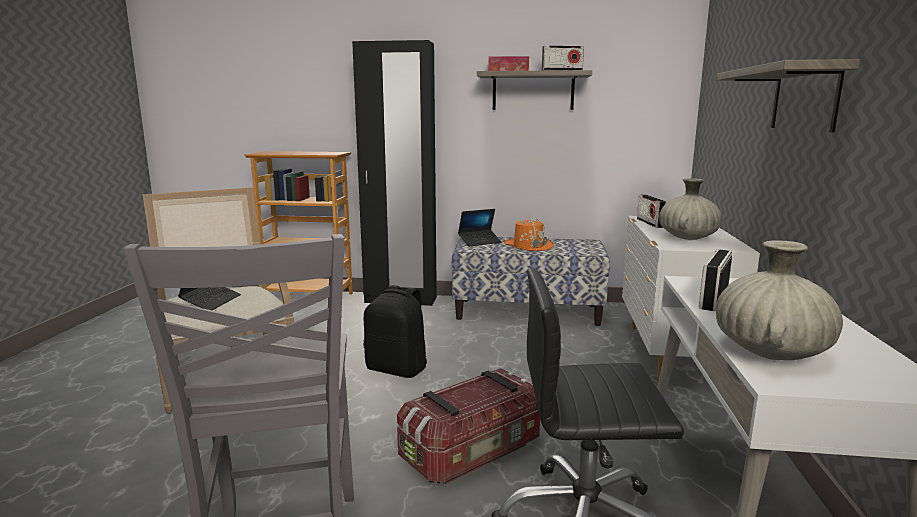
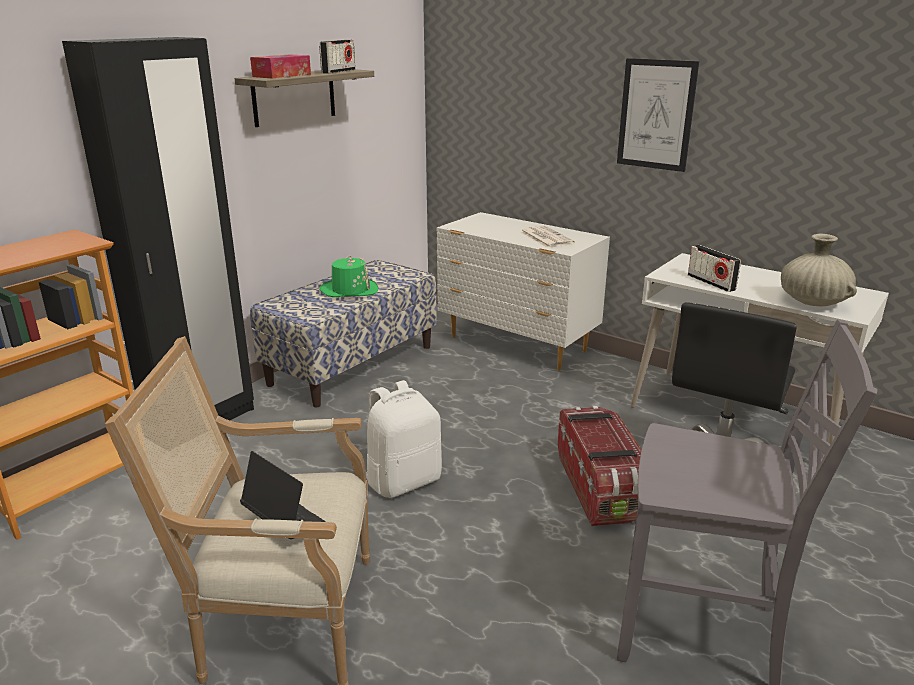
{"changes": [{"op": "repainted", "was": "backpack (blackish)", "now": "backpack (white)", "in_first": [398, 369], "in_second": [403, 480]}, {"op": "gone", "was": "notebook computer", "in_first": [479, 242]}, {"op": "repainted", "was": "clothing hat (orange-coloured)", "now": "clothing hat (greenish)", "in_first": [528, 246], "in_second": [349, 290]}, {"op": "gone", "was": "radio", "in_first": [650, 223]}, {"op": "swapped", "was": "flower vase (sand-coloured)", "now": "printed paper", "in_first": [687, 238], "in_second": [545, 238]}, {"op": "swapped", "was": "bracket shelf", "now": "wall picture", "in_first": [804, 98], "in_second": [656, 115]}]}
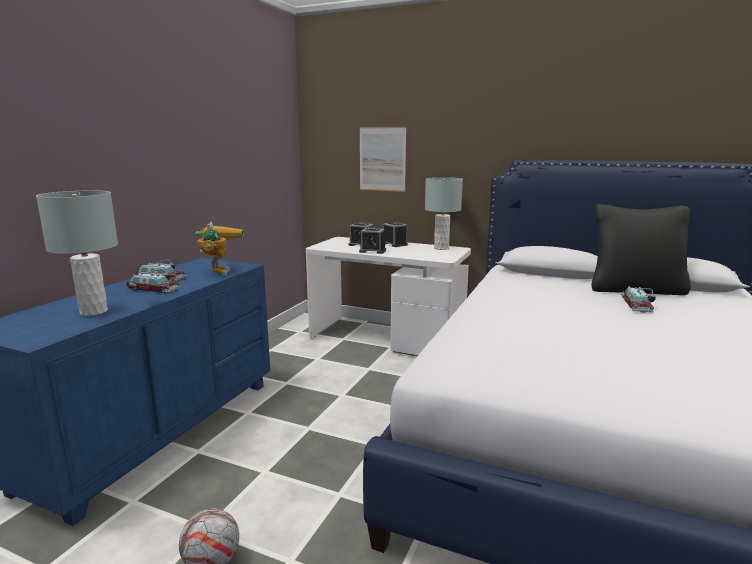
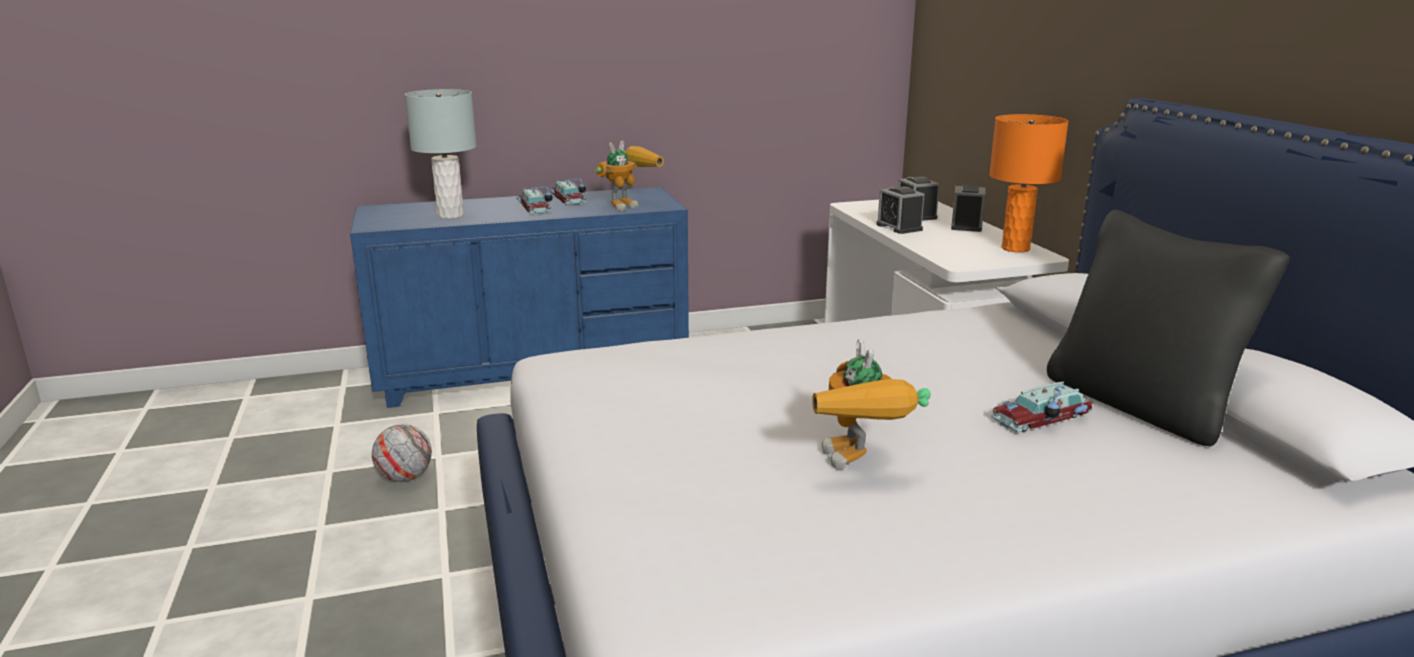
{"changes": [{"op": "gone", "was": "wall picture", "in_first": [382, 159]}, {"op": "repainted", "was": "lamp for a table (grey)", "now": "lamp for a table (orange-coloured)", "in_first": [441, 248], "in_second": [1015, 248]}, {"op": "new", "now": "model robot", "in_second": [860, 466]}]}
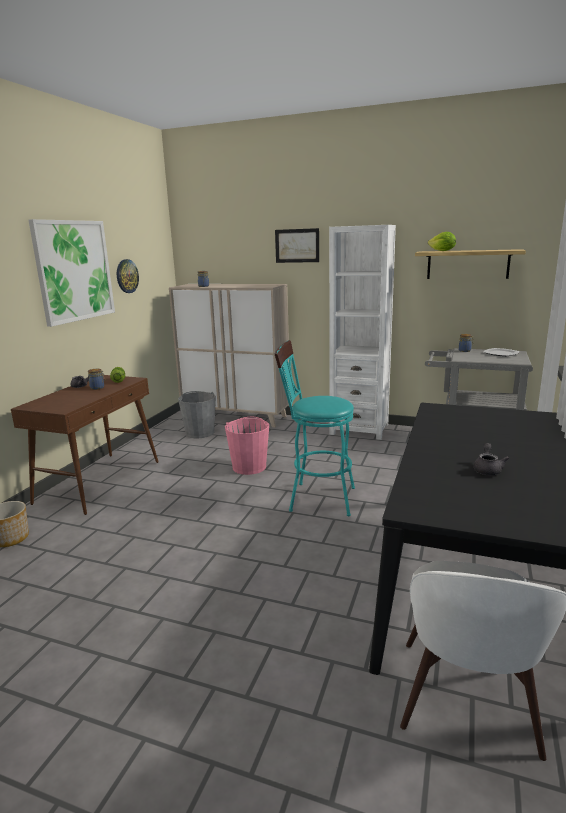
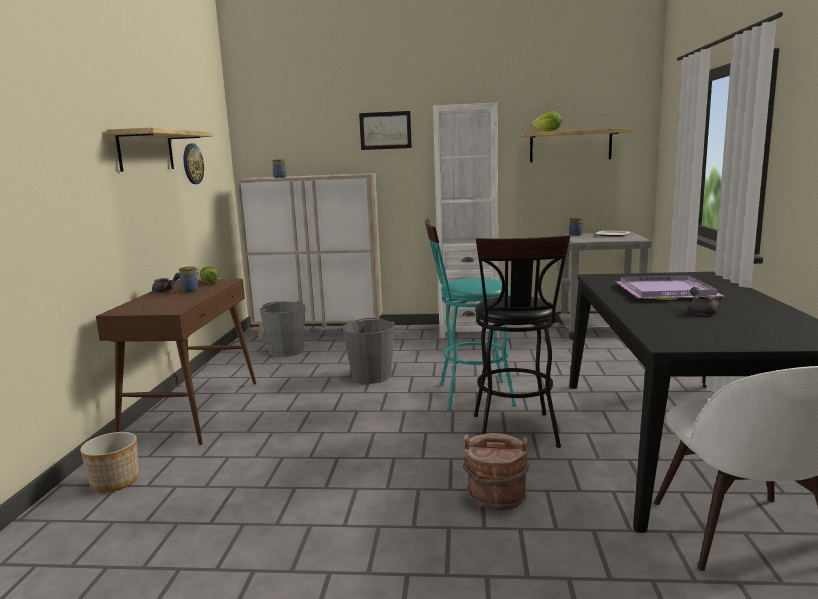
{"changes": [{"op": "swapped", "was": "wall picture", "now": "bracket shelf", "in_first": [74, 271], "in_second": [146, 151]}, {"op": "repainted", "was": "pail (pink-coloured)", "now": "pail (grey)", "in_first": [249, 467], "in_second": [371, 376]}, {"op": "new", "now": "pail (brown)", "in_second": [496, 497]}, {"op": "new", "now": "sitting stool (blackish)", "in_second": [516, 434]}, {"op": "new", "now": "carrying tray (purplish)", "in_second": [667, 292]}]}
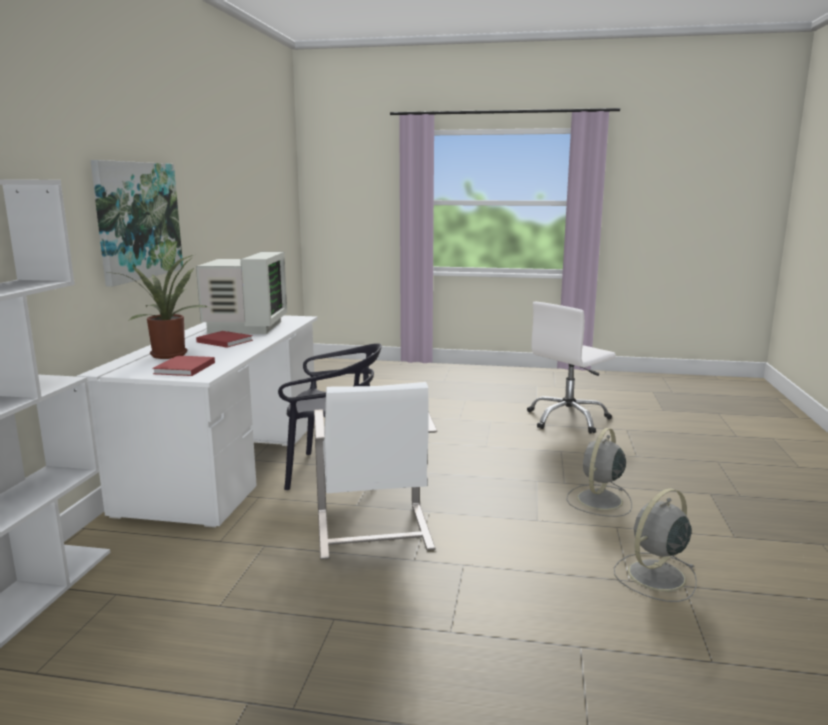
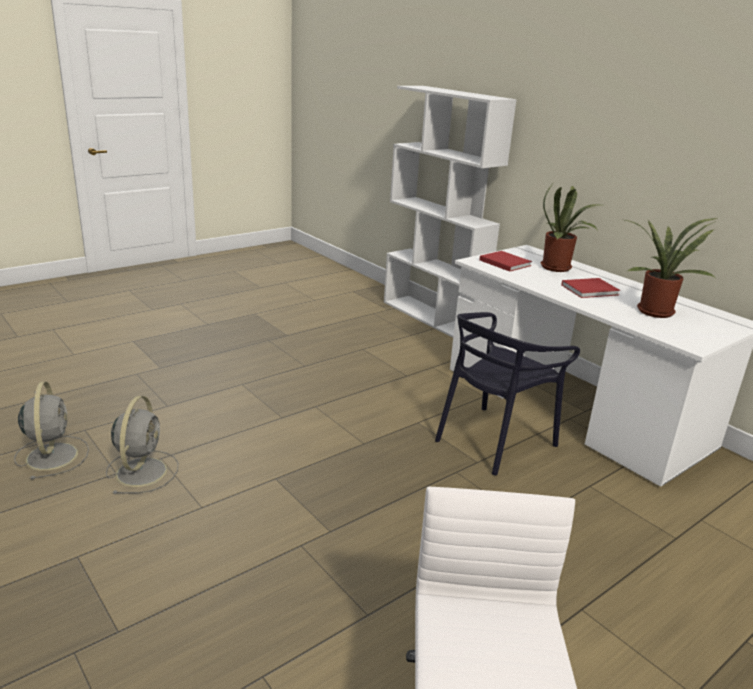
{"changes": [{"op": "gone", "was": "wall picture", "in_first": [138, 220]}, {"op": "swapped", "was": "computer display", "now": "houseplant", "in_first": [245, 327], "in_second": [655, 310]}, {"op": "gone", "was": "plain chair (white)", "in_first": [373, 532]}, {"op": "shifted", "was": "cooling fan (grey)", "in_first": [599, 501], "in_second": [52, 455]}]}
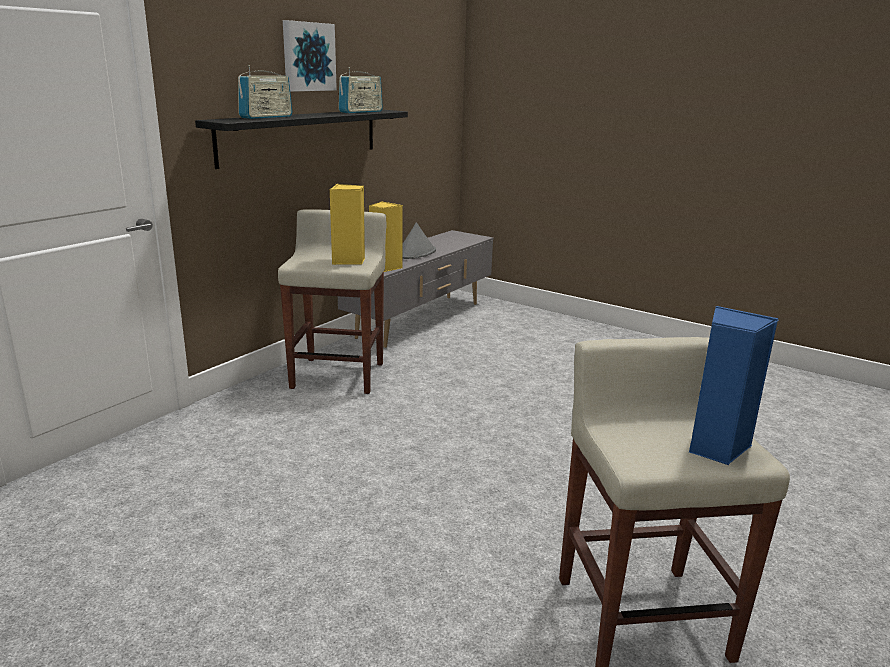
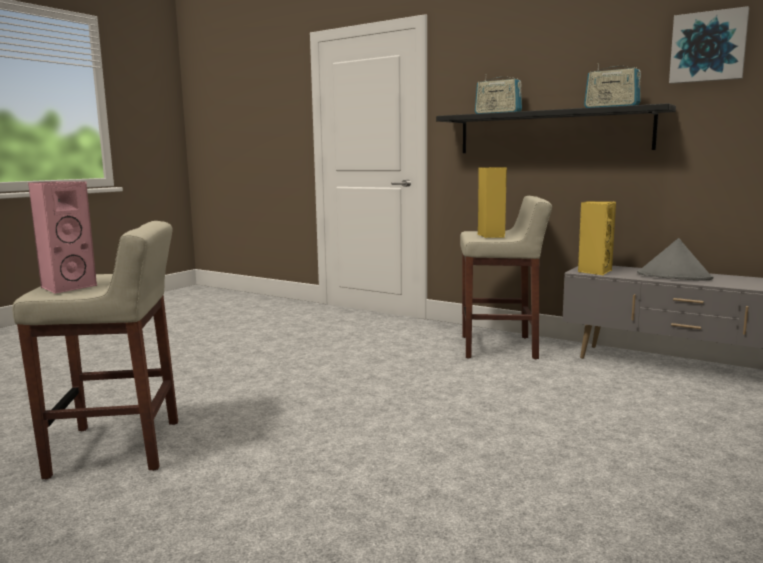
{"changes": [{"op": "shifted", "was": "wall picture", "in_first": [308, 57], "in_second": [708, 47]}, {"op": "repainted", "was": "speaker (blue)", "now": "speaker (pink-coloured)", "in_first": [715, 447], "in_second": [66, 287]}]}
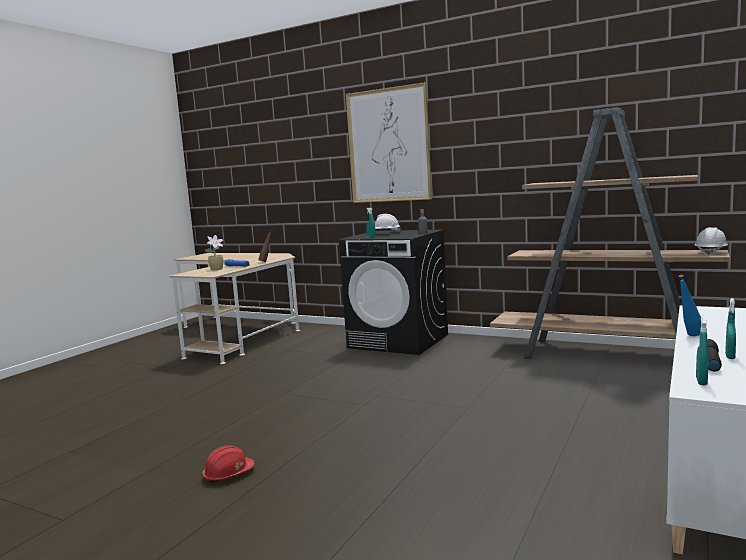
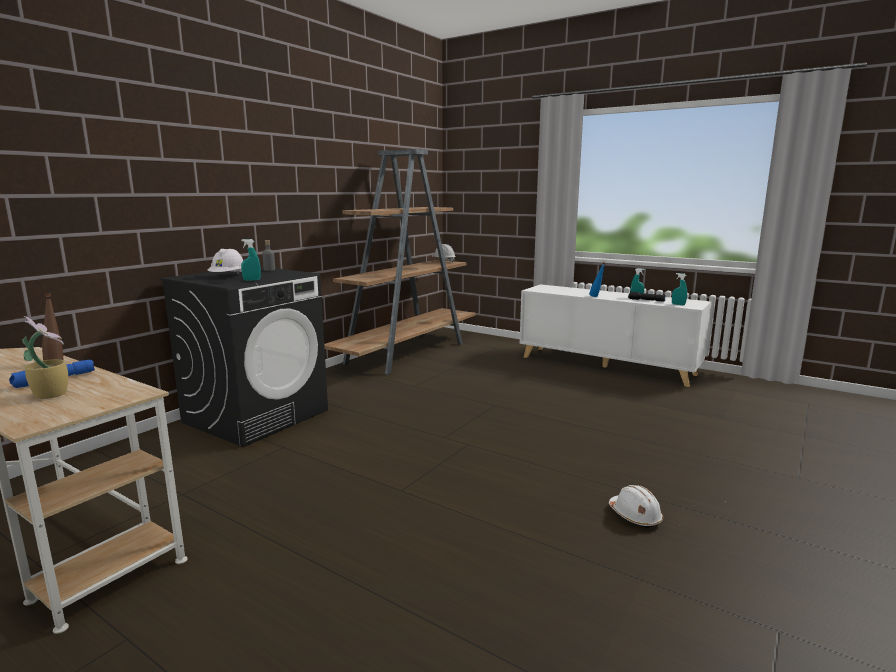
{"changes": [{"op": "repainted", "was": "work helmet (red-coloured)", "now": "work helmet (white)", "in_first": [228, 474], "in_second": [635, 516]}, {"op": "gone", "was": "wall picture", "in_first": [388, 145]}]}
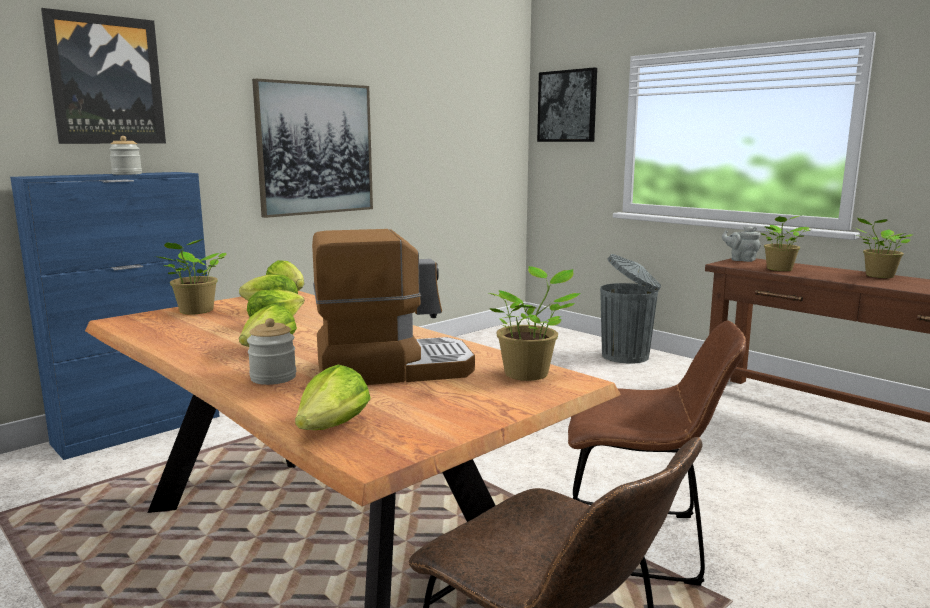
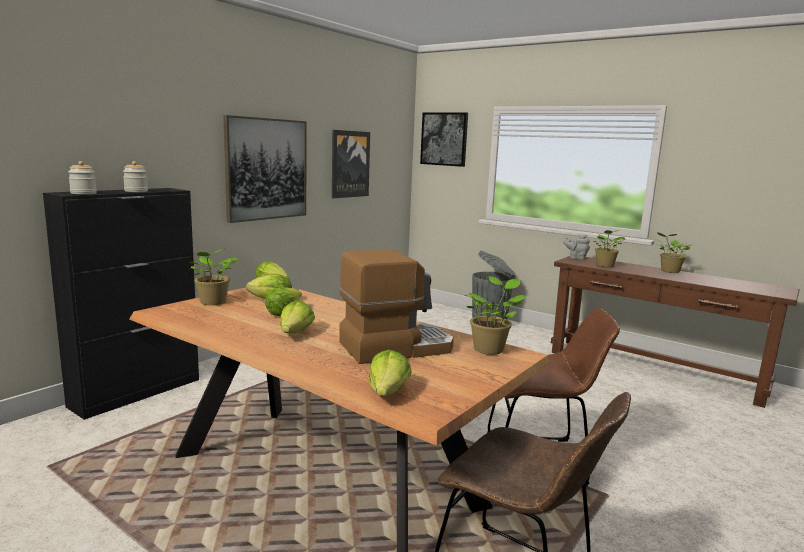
{"changes": [{"op": "repainted", "was": "cupboard (blue)", "now": "cupboard (blackish)", "in_first": [139, 429], "in_second": [137, 392]}, {"op": "shifted", "was": "wall picture", "in_first": [106, 80], "in_second": [349, 164]}, {"op": "shifted", "was": "preserve jar", "in_first": [273, 377], "in_second": [83, 193]}]}
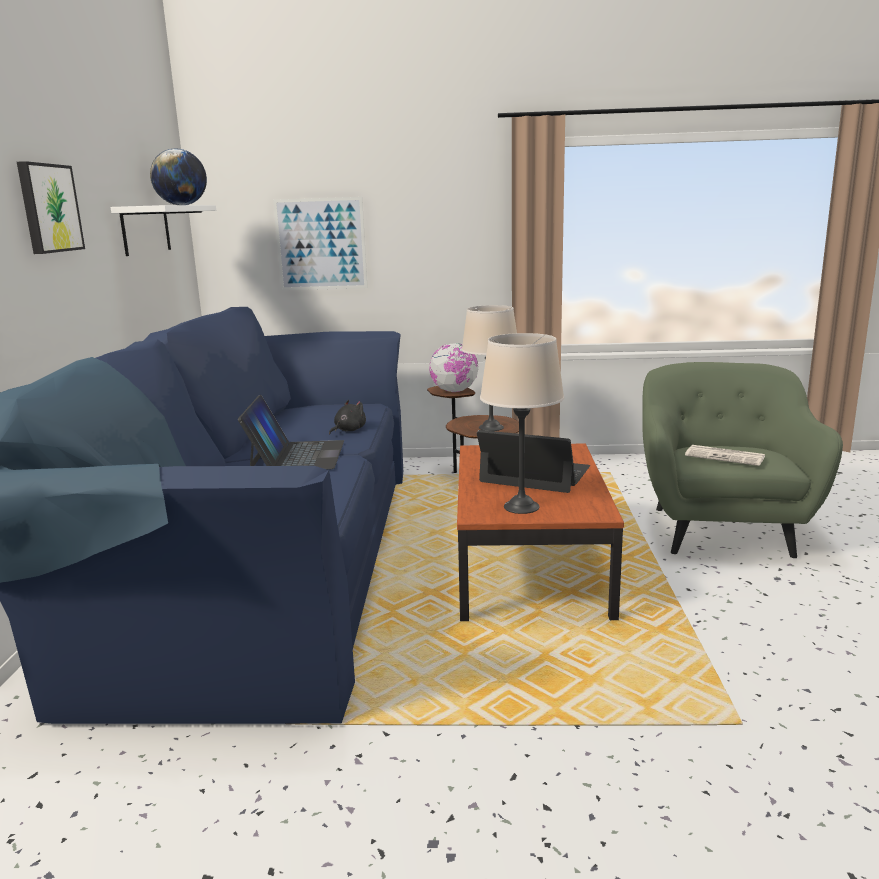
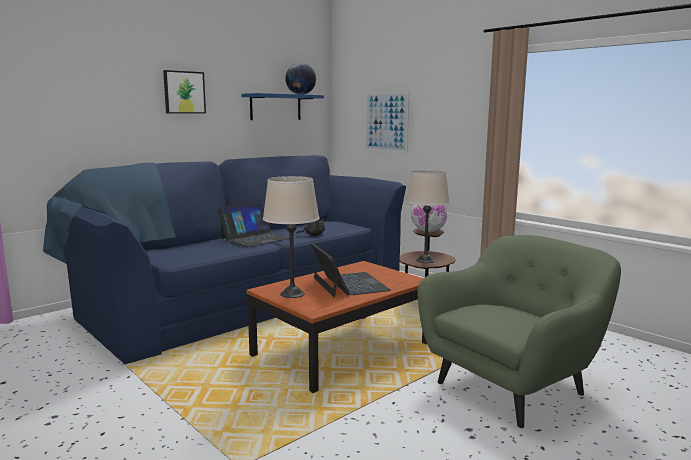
{"changes": [{"op": "repainted", "was": "bracket shelf (white)", "now": "bracket shelf (blue)", "in_first": [146, 229], "in_second": [275, 107]}, {"op": "gone", "was": "printed paper", "in_first": [726, 456]}]}
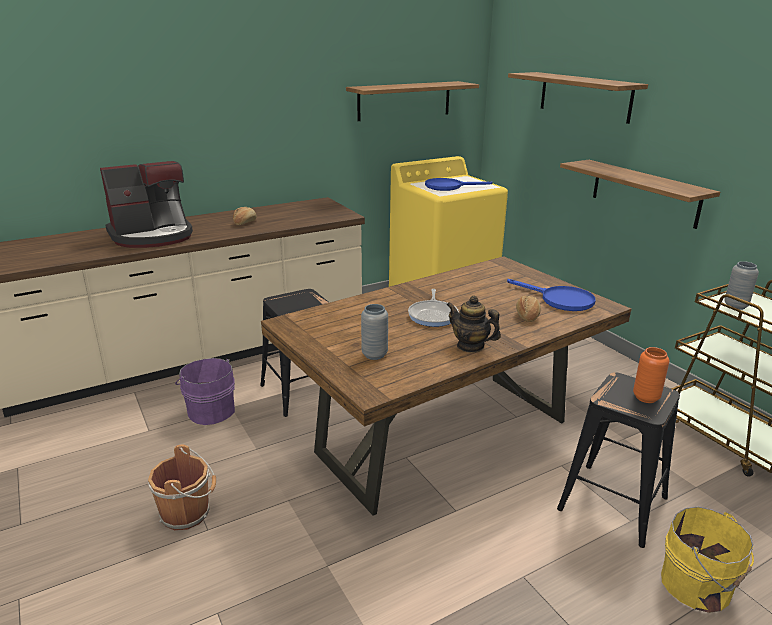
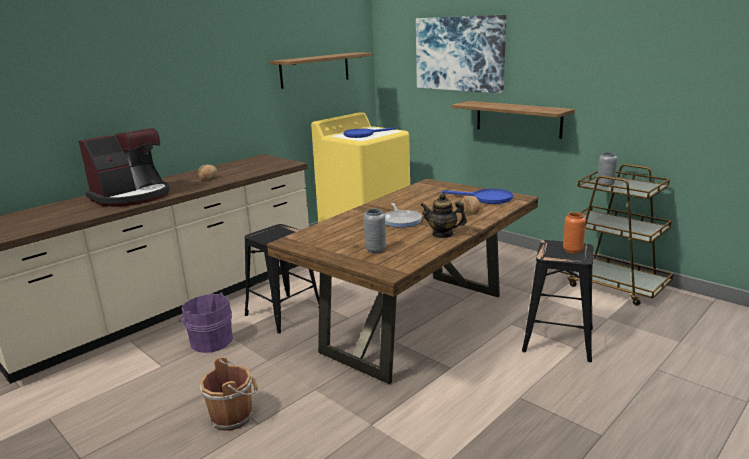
{"changes": [{"op": "swapped", "was": "bracket shelf", "now": "wall picture", "in_first": [584, 96], "in_second": [459, 54]}, {"op": "gone", "was": "pail (yellow)", "in_first": [699, 586]}]}
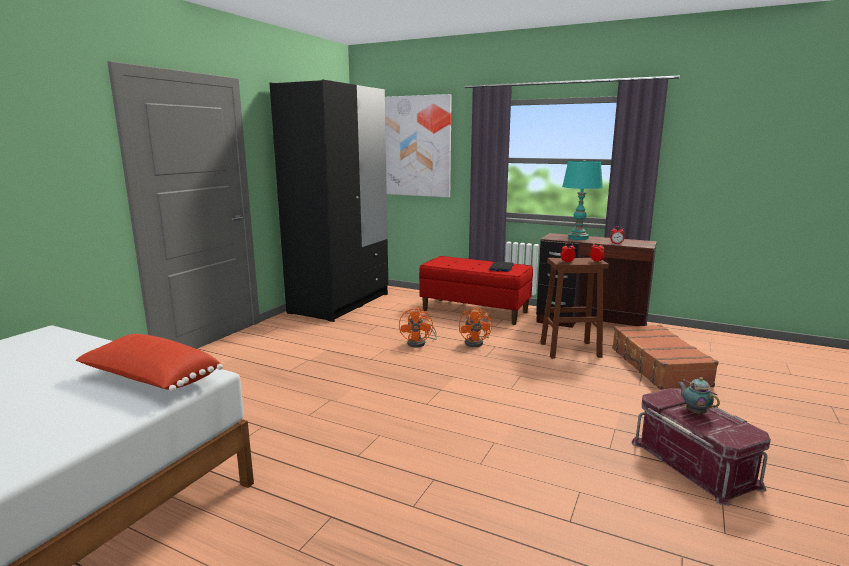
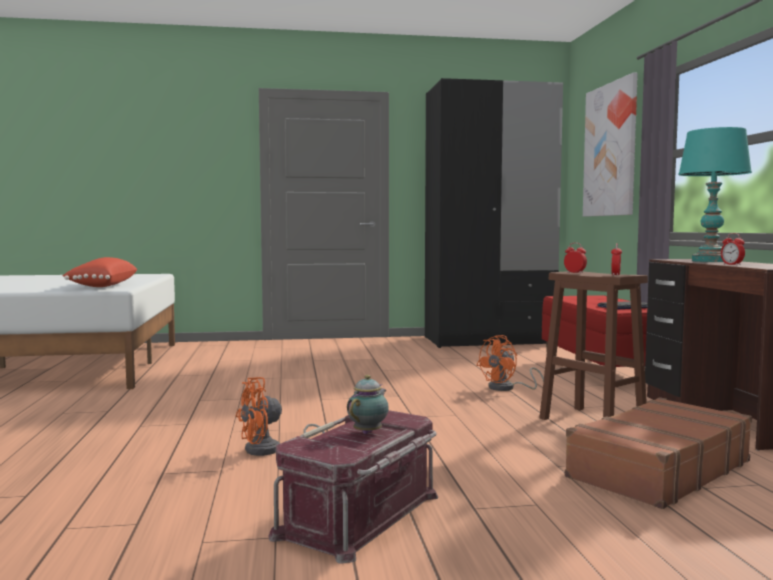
{"changes": [{"op": "shifted", "was": "cooling fan (orange-coloured)", "in_first": [420, 343], "in_second": [270, 451]}]}
